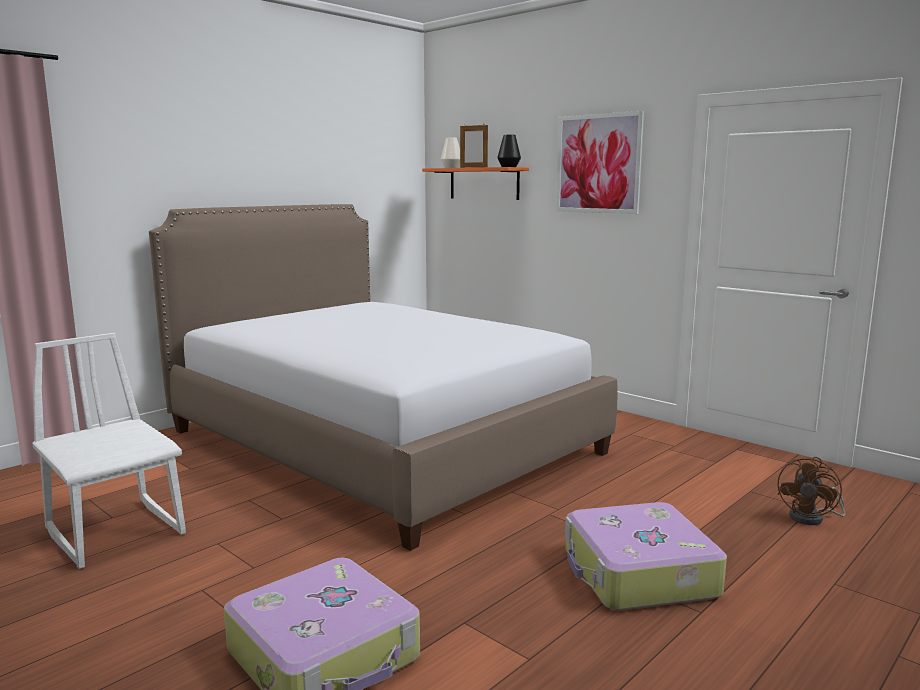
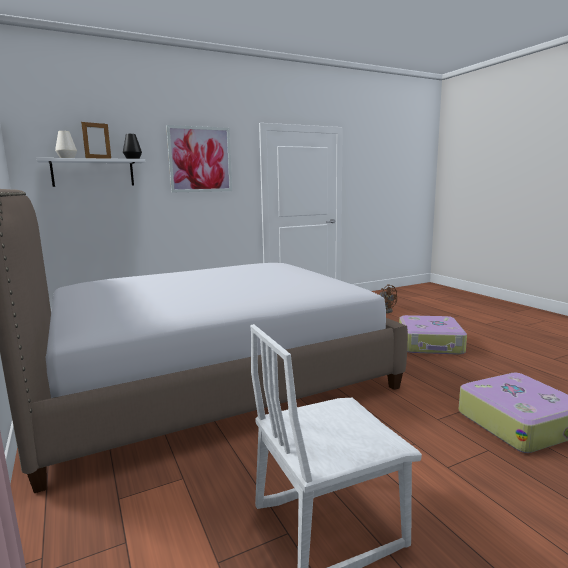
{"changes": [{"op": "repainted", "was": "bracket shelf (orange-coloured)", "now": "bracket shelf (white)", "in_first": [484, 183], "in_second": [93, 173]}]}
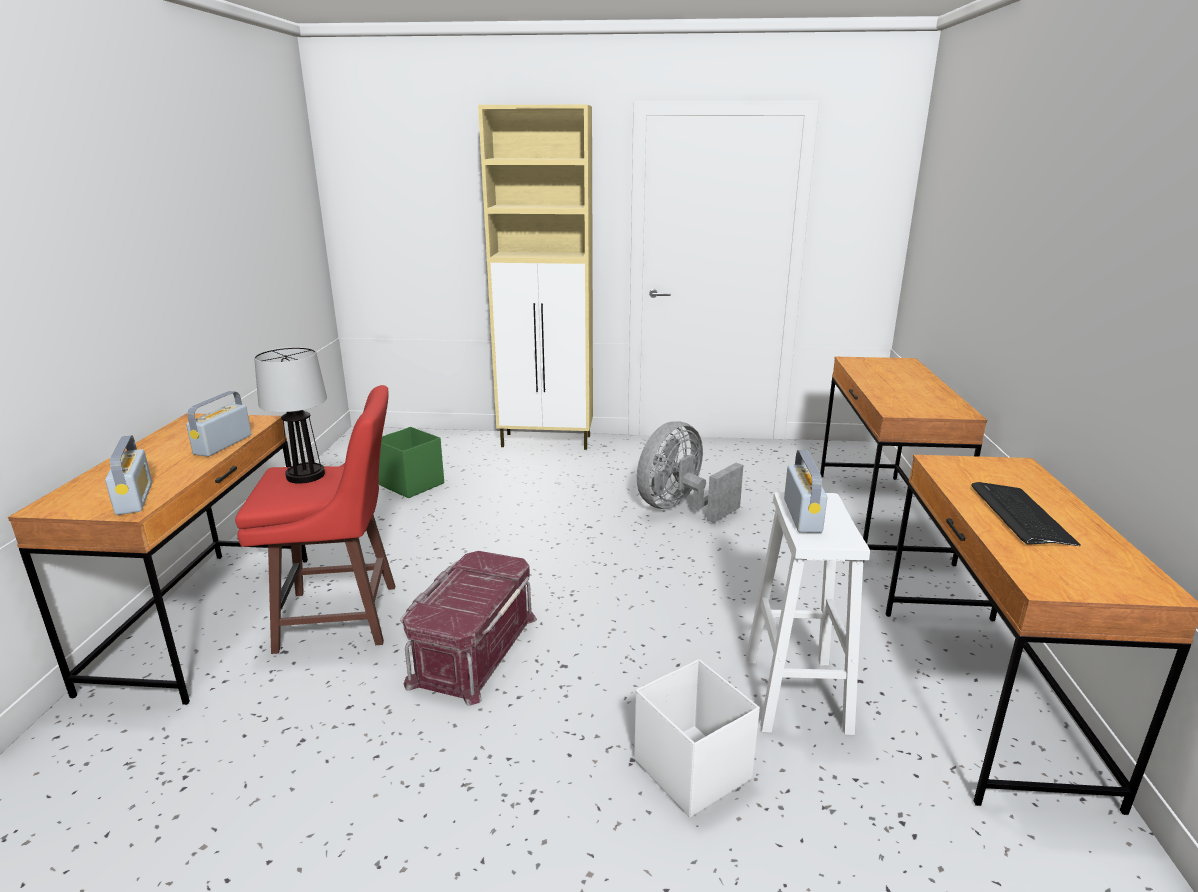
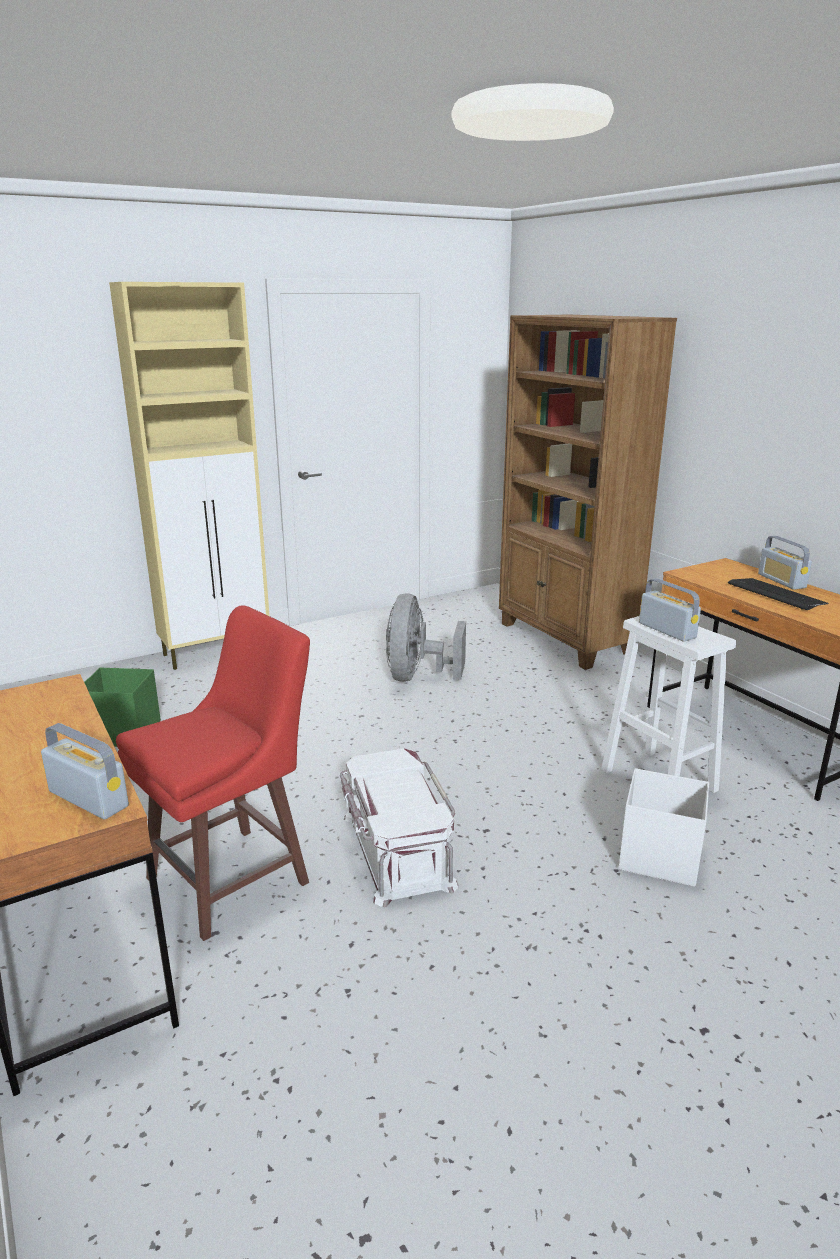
{"changes": [{"op": "shifted", "was": "radio", "in_first": [223, 445], "in_second": [781, 581]}, {"op": "gone", "was": "lamp for a table", "in_first": [304, 476]}, {"op": "repainted", "was": "storage container (red-coloured)", "now": "storage container (white)", "in_first": [472, 649], "in_second": [395, 850]}, {"op": "swapped", "was": "desk table (brown)", "now": "bookshelf (brown)", "in_first": [879, 516], "in_second": [565, 639]}]}
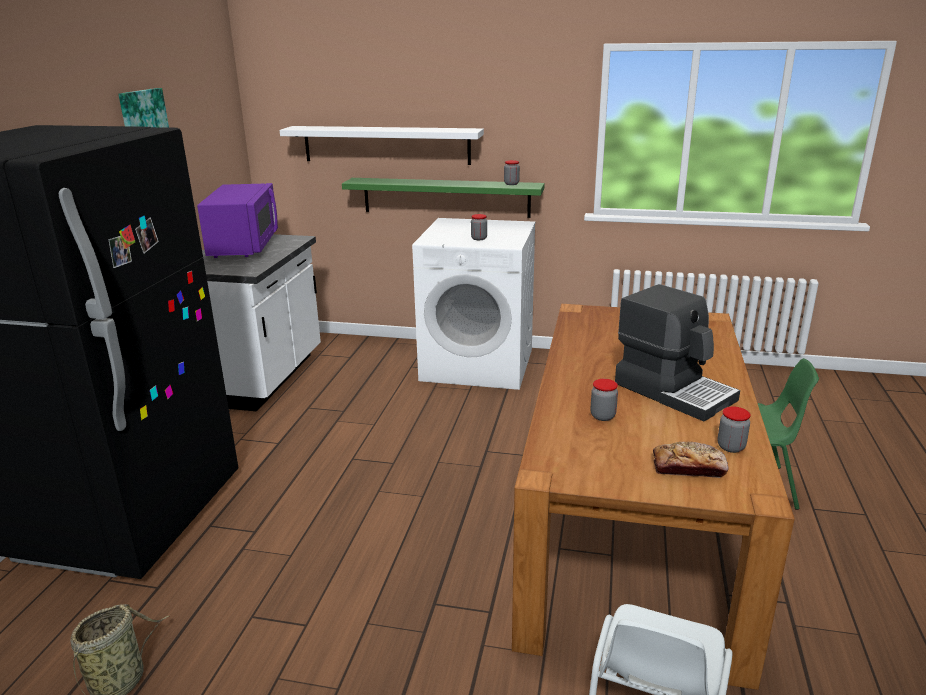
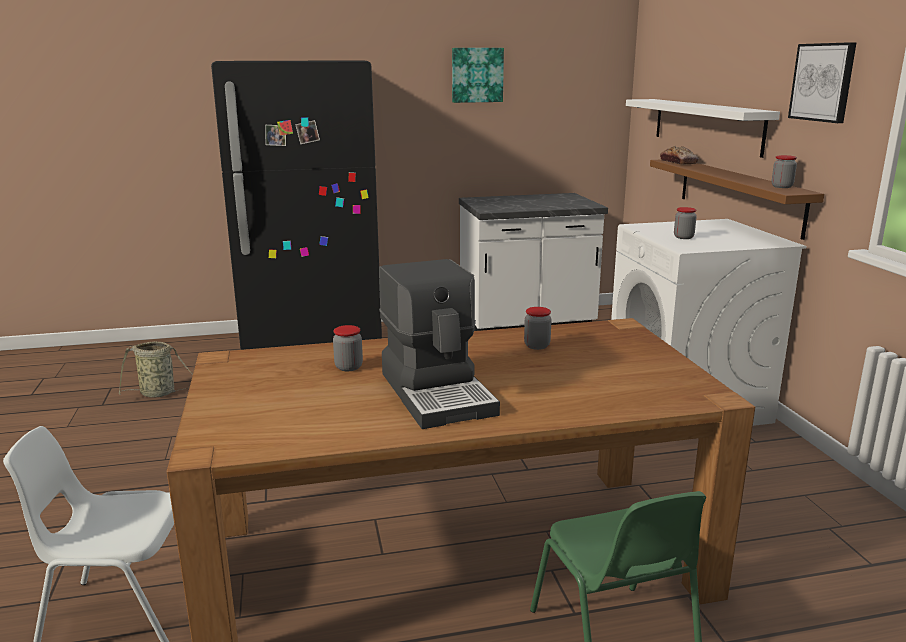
{"changes": [{"op": "gone", "was": "kitchen microwave (purplish)", "in_first": [244, 246]}, {"op": "repainted", "was": "bracket shelf (greenish)", "now": "bracket shelf (brown)", "in_first": [446, 197], "in_second": [738, 195]}, {"op": "rotated", "was": "coffee maker", "in_first": [674, 391], "in_second": [438, 393], "clockwise": -45}, {"op": "shifted", "was": "bakery bread", "in_first": [688, 467], "in_second": [678, 162]}, {"op": "shifted", "was": "preserve jar", "in_first": [731, 447], "in_second": [537, 346]}, {"op": "new", "now": "wall picture", "in_second": [823, 82]}]}
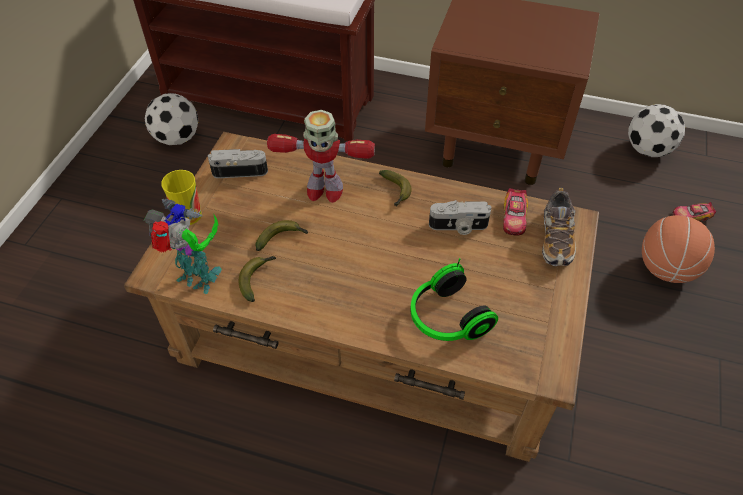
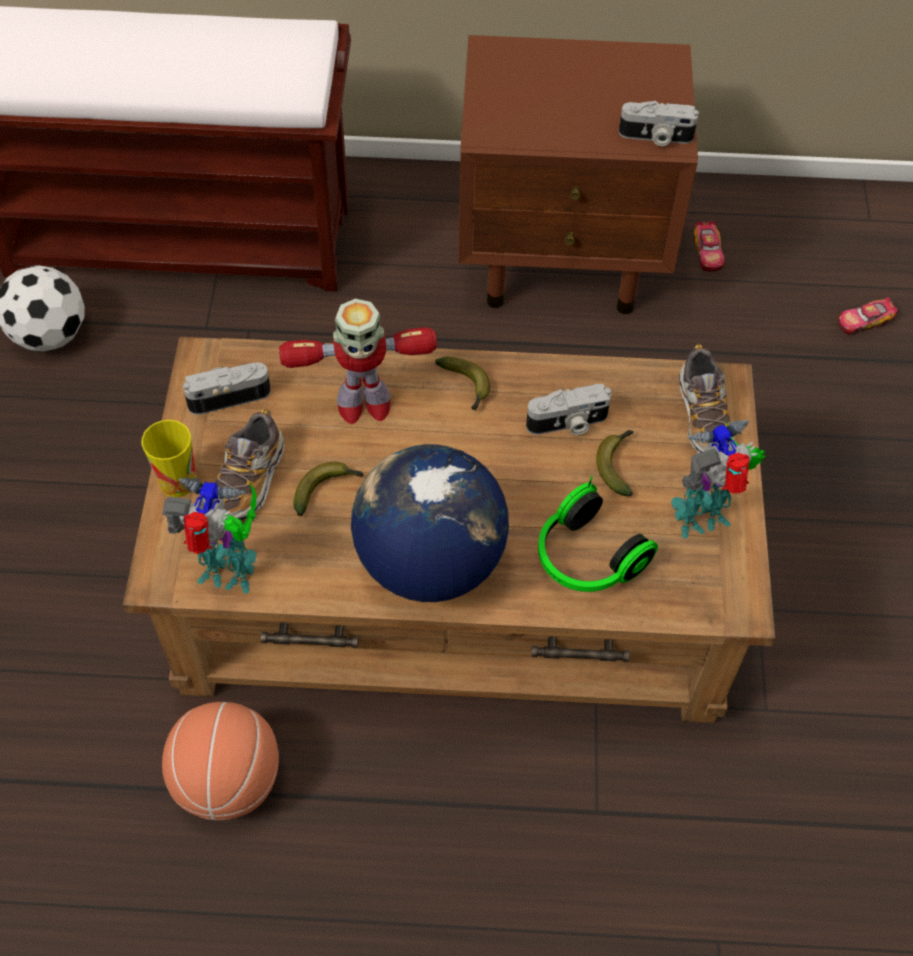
{"changes": [{"op": "shifted", "was": "whole banana", "in_first": [257, 278], "in_second": [617, 464]}, {"op": "shifted", "was": "model car", "in_first": [514, 217], "in_second": [707, 252]}, {"op": "gone", "was": "ball for football", "in_first": [648, 150]}, {"op": "shifted", "was": "basketball", "in_first": [666, 268], "in_second": [228, 780]}, {"op": "new", "now": "item of footwear", "in_second": [249, 481]}, {"op": "new", "now": "world globe", "in_second": [429, 562]}, {"op": "new", "now": "photo camera", "in_second": [655, 137]}, {"op": "new", "now": "model robot", "in_second": [703, 519]}]}
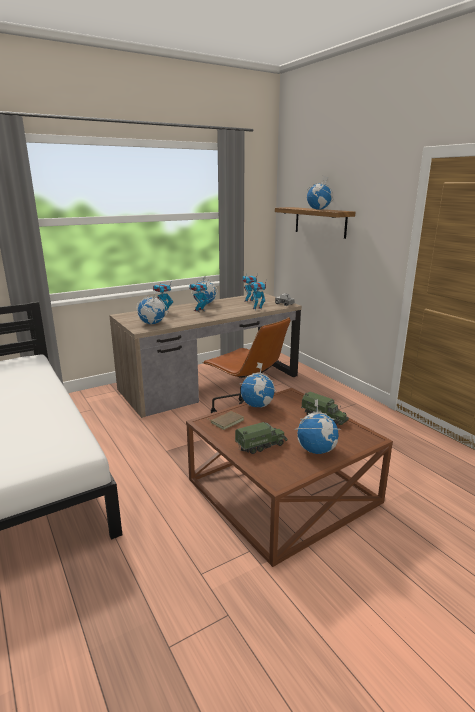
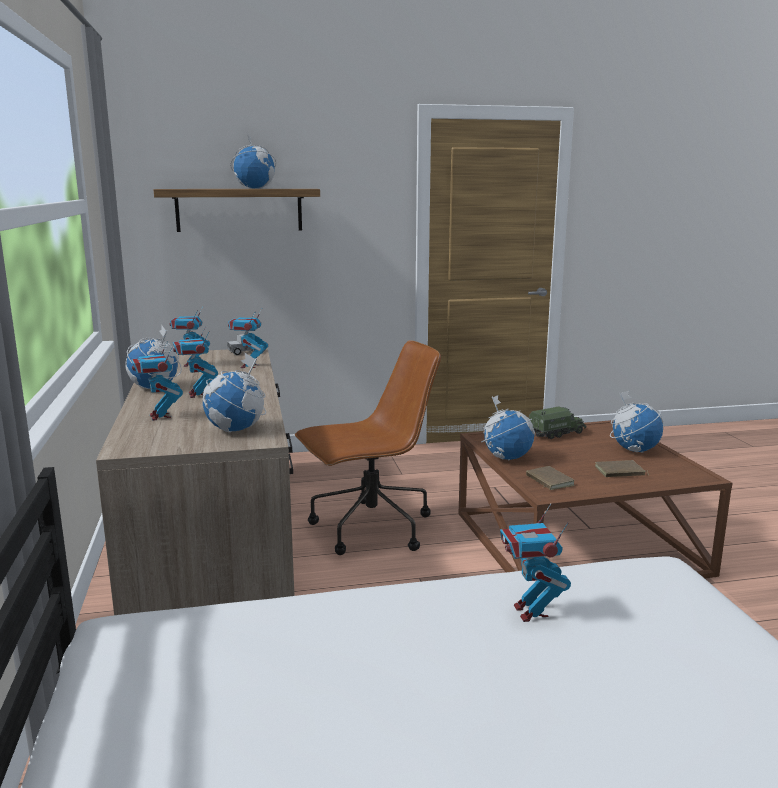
{"changes": [{"op": "swapped", "was": "toy truck", "now": "volume (brown)", "in_first": [261, 445], "in_second": [619, 472]}, {"op": "new", "now": "model robot", "in_second": [530, 612]}]}
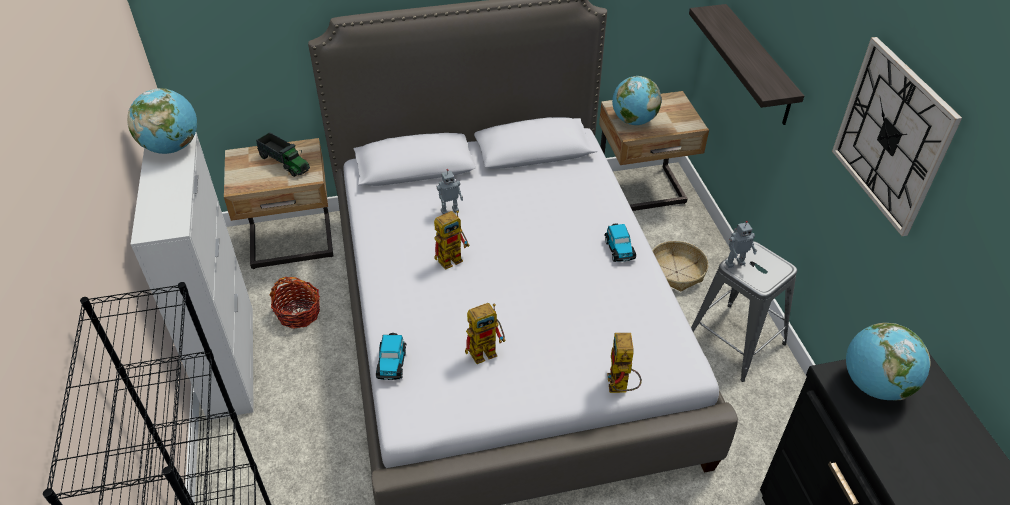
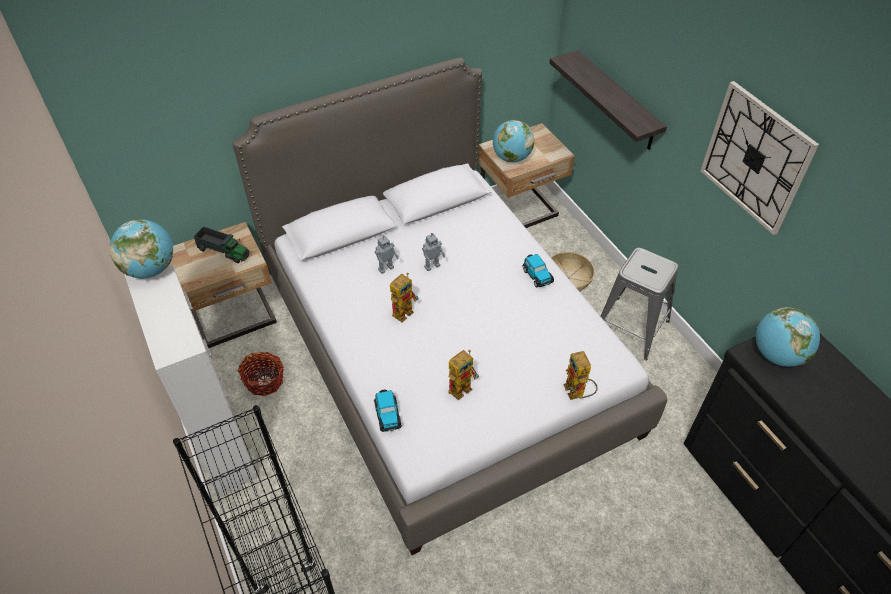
{"changes": [{"op": "shifted", "was": "model robot", "in_first": [734, 262], "in_second": [431, 266]}]}
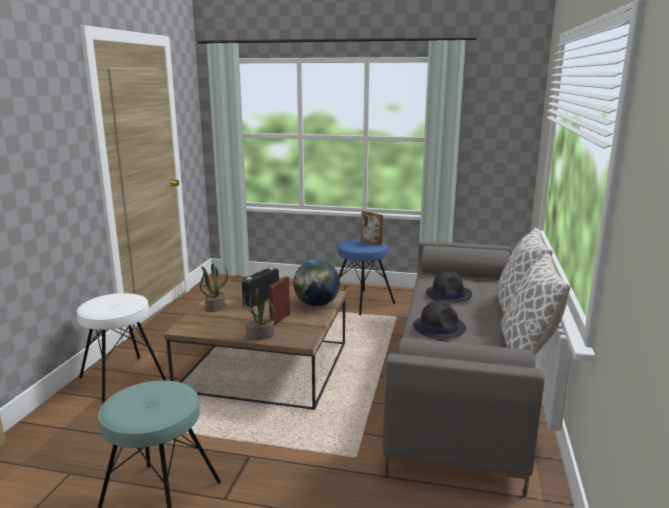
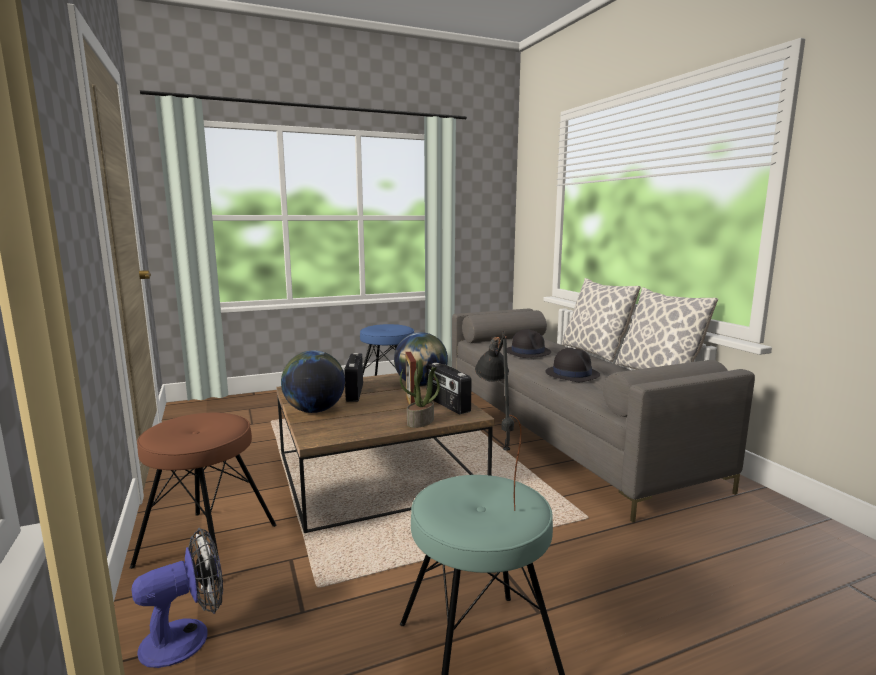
{"changes": [{"op": "repainted", "was": "sitting stool (white)", "now": "sitting stool (brown)", "in_first": [122, 379], "in_second": [208, 545]}, {"op": "swapped", "was": "houseplant", "now": "world globe", "in_first": [215, 307], "in_second": [314, 410]}, {"op": "gone", "was": "picture frame", "in_first": [371, 242]}, {"op": "new", "now": "cooling fan", "in_second": [187, 637]}, {"op": "new", "now": "radio", "in_second": [447, 405]}, {"op": "new", "now": "lamp for a table (blackish)", "in_second": [494, 491]}]}
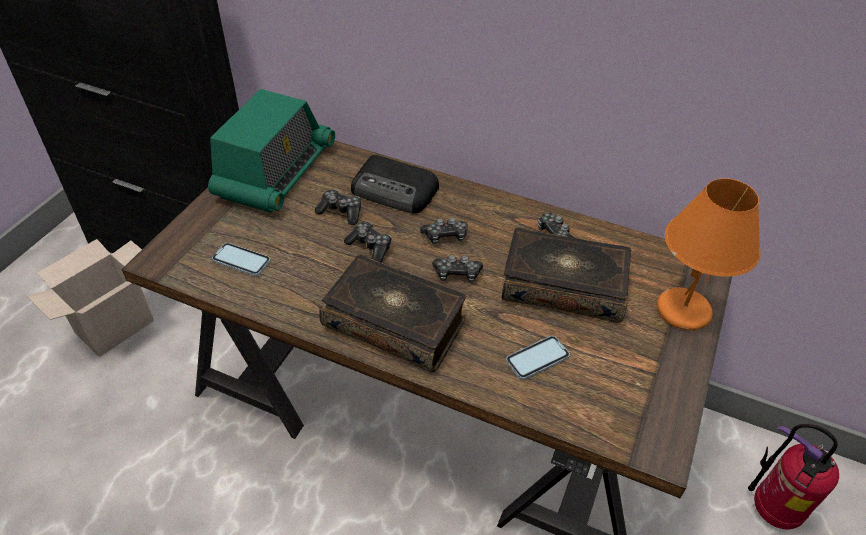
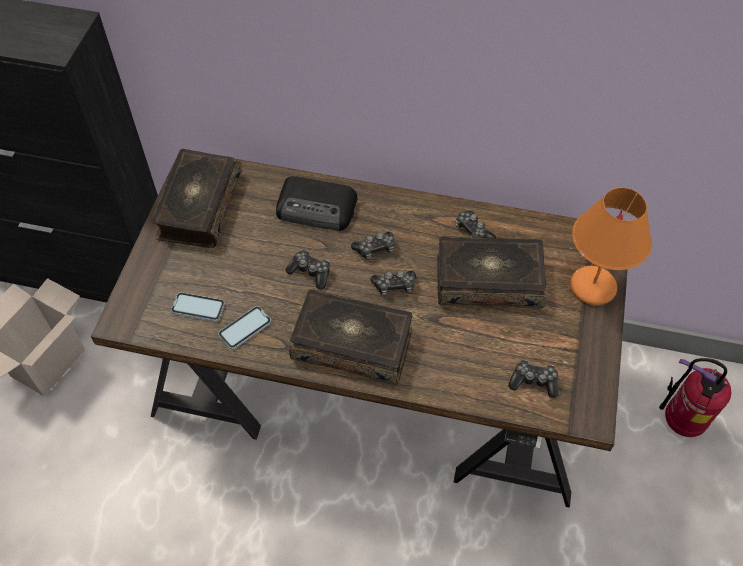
{"changes": [{"op": "swapped", "was": "radio", "now": "volume", "in_first": [275, 172], "in_second": [198, 207]}, {"op": "shifted", "was": "gamepad", "in_first": [341, 212], "in_second": [533, 382]}, {"op": "shifted", "was": "telephone", "in_first": [537, 359], "in_second": [245, 328]}]}
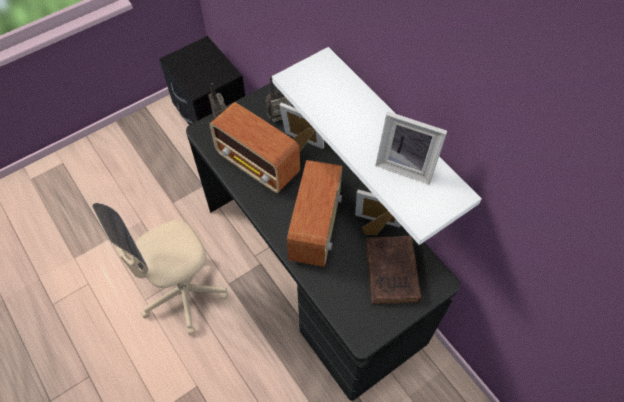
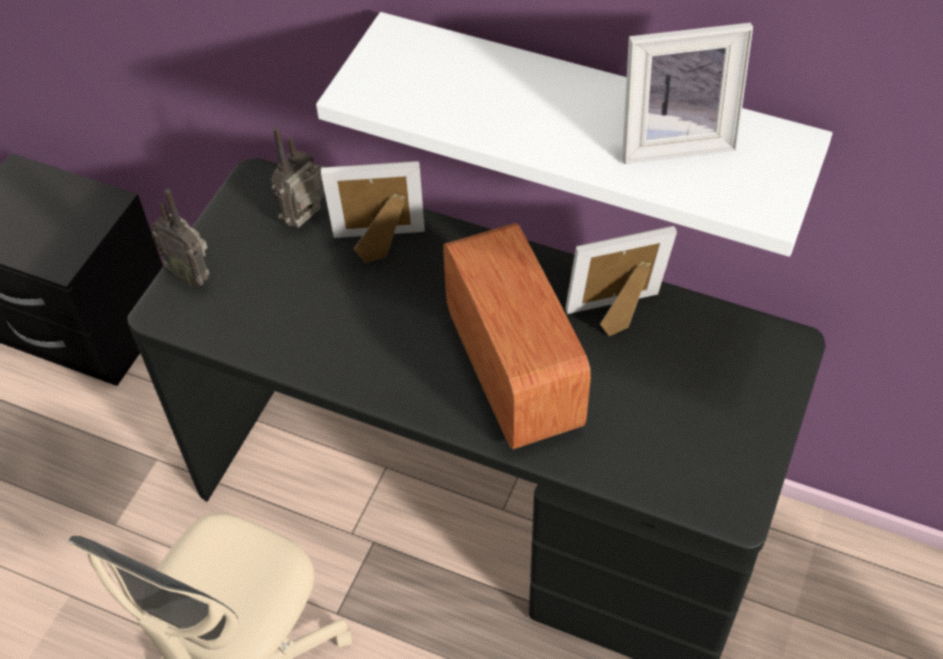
{"changes": [{"op": "gone", "was": "radio", "in_first": [258, 165]}, {"op": "gone", "was": "volume (brown)", "in_first": [392, 273]}]}
